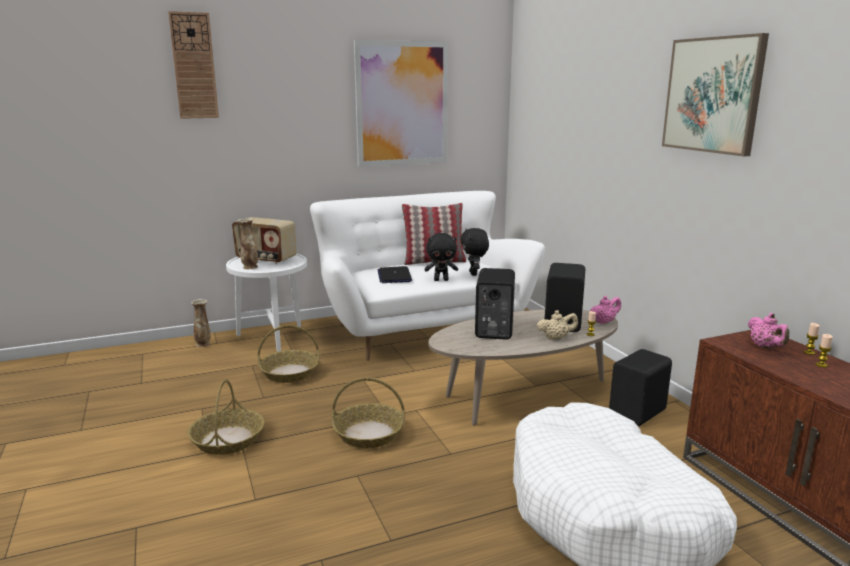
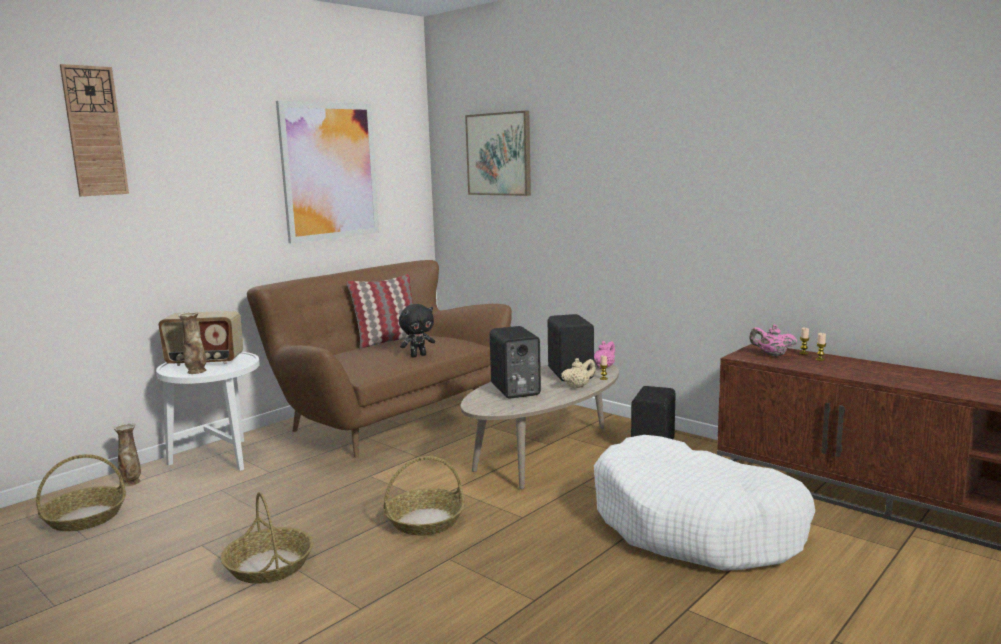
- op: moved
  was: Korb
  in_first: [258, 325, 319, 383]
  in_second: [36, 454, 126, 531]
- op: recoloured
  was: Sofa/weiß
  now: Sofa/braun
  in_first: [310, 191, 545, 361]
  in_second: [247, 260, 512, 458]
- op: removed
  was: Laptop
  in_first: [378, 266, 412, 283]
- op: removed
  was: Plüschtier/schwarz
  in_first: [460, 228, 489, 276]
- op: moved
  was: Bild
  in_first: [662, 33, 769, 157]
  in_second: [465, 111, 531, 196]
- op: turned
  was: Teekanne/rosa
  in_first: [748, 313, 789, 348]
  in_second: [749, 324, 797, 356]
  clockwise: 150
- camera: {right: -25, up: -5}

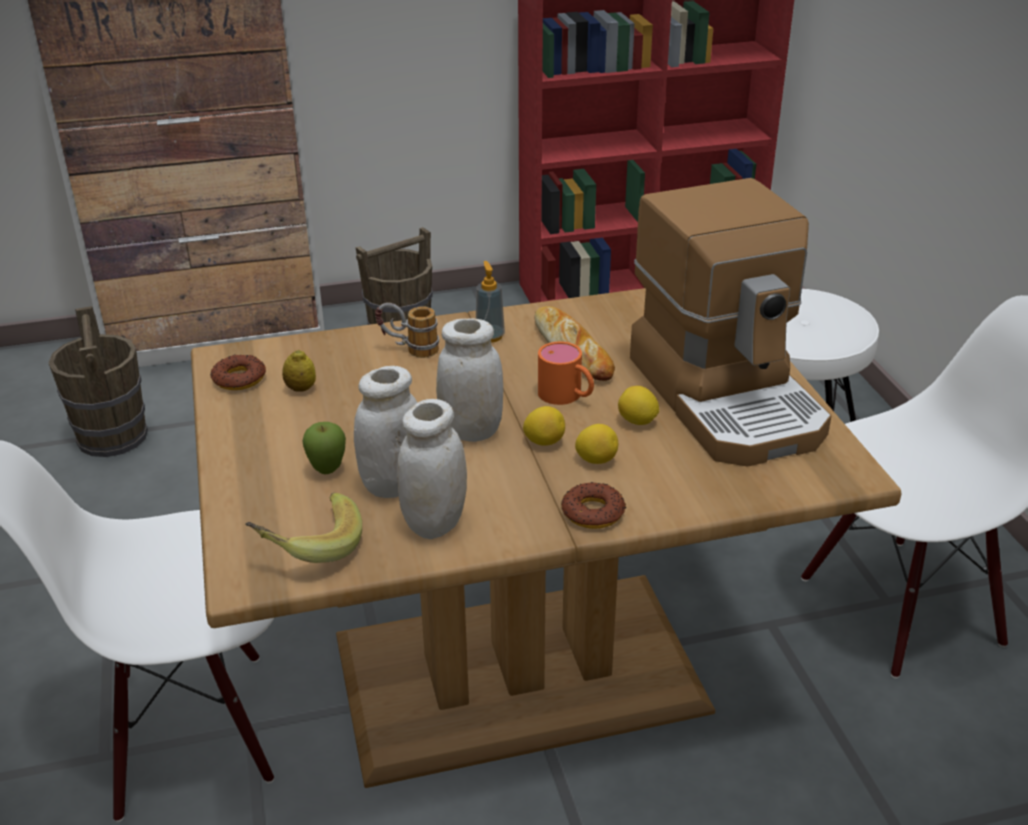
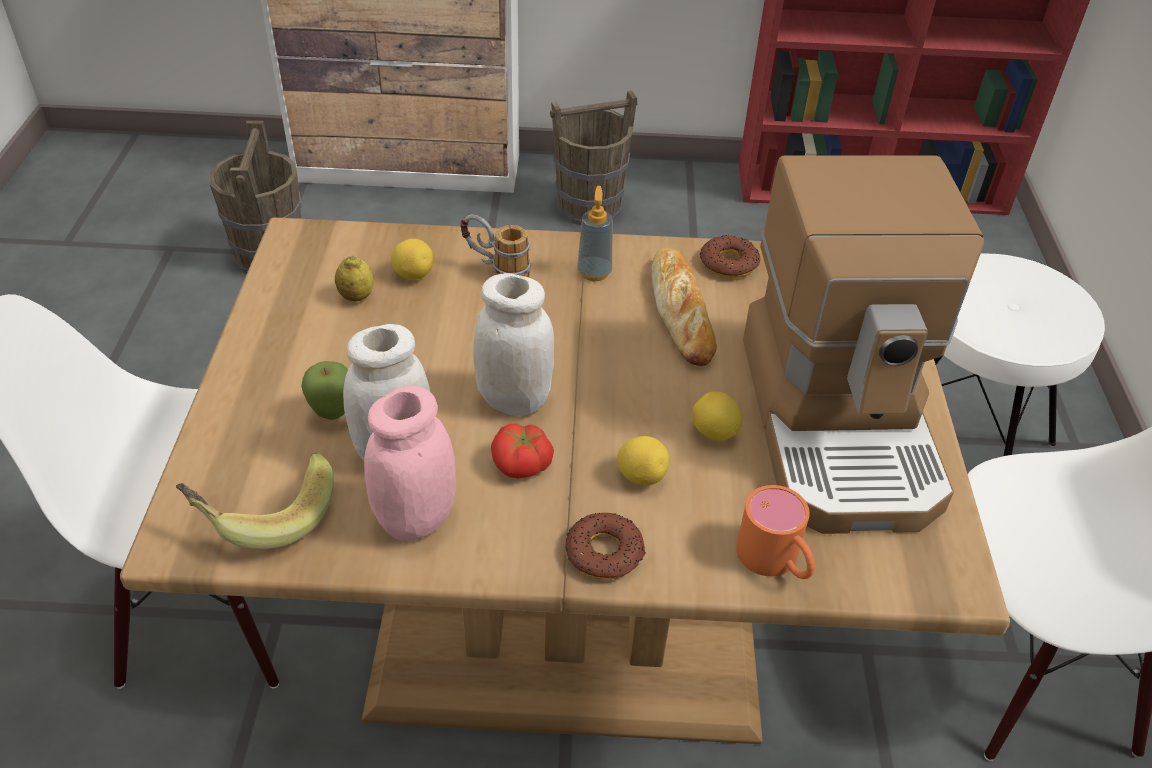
- op: moved
  was: Donut
  in_first: [210, 355, 266, 390]
  in_second: [700, 235, 760, 278]
- op: recoloured
  was: Vorratsglas/weiß
  now: Vorratsglas/rosa
  in_first: [397, 399, 467, 539]
  in_second: [364, 385, 456, 541]
- op: moved
  was: Zitrone
  in_first: [523, 406, 565, 445]
  in_second: [391, 239, 433, 280]
- op: moved
  was: Henkelbecher/orange
  in_first: [538, 342, 594, 405]
  in_second: [736, 485, 815, 579]
- op: added
  now: Tomate
  in_second: [491, 423, 554, 478]
- camera: {right: 15, up: 10}

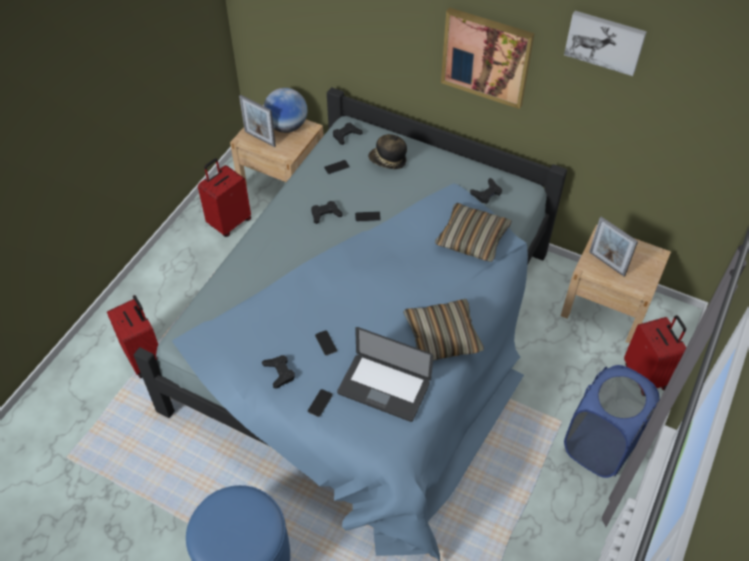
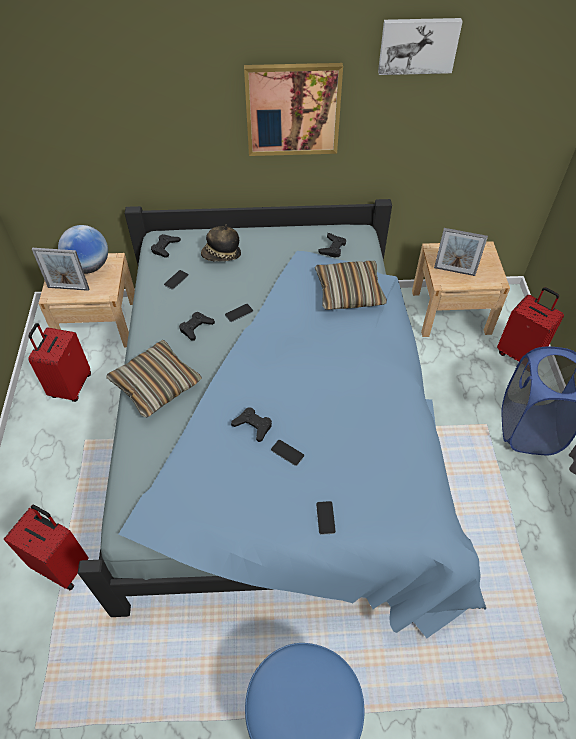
- op: moved
  was: Gamepad/schwarz
  in_first: [262, 355, 295, 388]
  in_second: [231, 407, 272, 442]
- op: removed
  was: Laptop
  in_first: [337, 327, 434, 422]
- op: moved
  was: Kissen
  in_first: [403, 299, 484, 361]
  in_second: [106, 340, 202, 417]
- camera: {right: -30, up: 0}

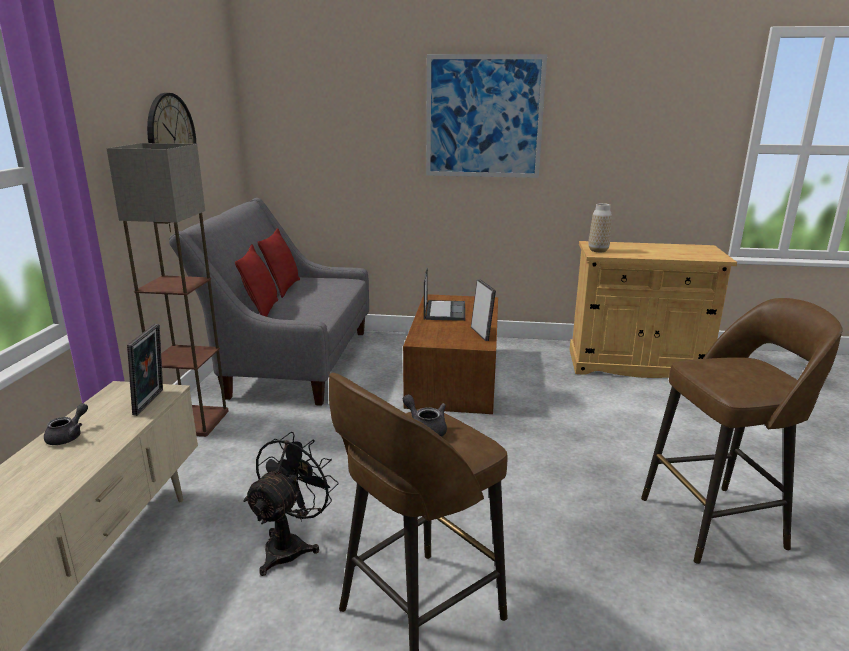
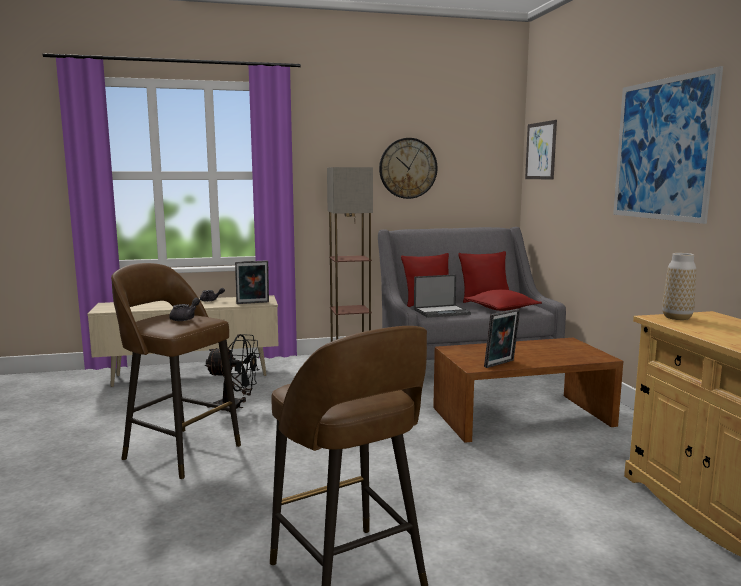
- op: moved
  was: Laptop
  in_first: [424, 267, 465, 321]
  in_second: [414, 274, 471, 318]
- op: added
  now: Kissen/rot
  in_second: [464, 289, 542, 311]
- op: added
  now: Bild
  in_second: [525, 120, 557, 180]
- camera: {right: 70, up: -10}

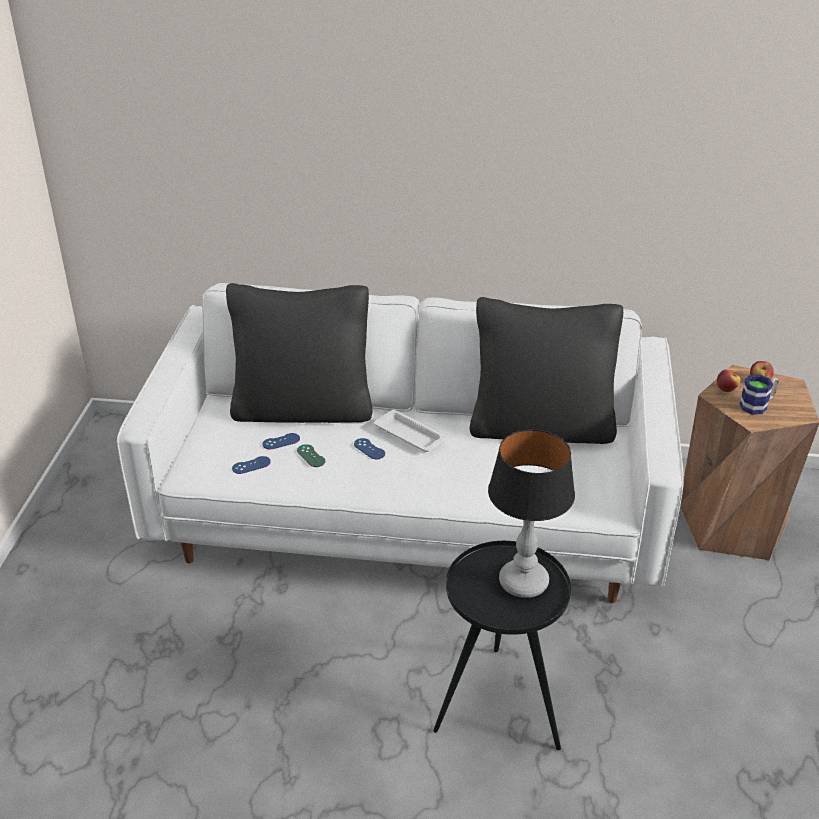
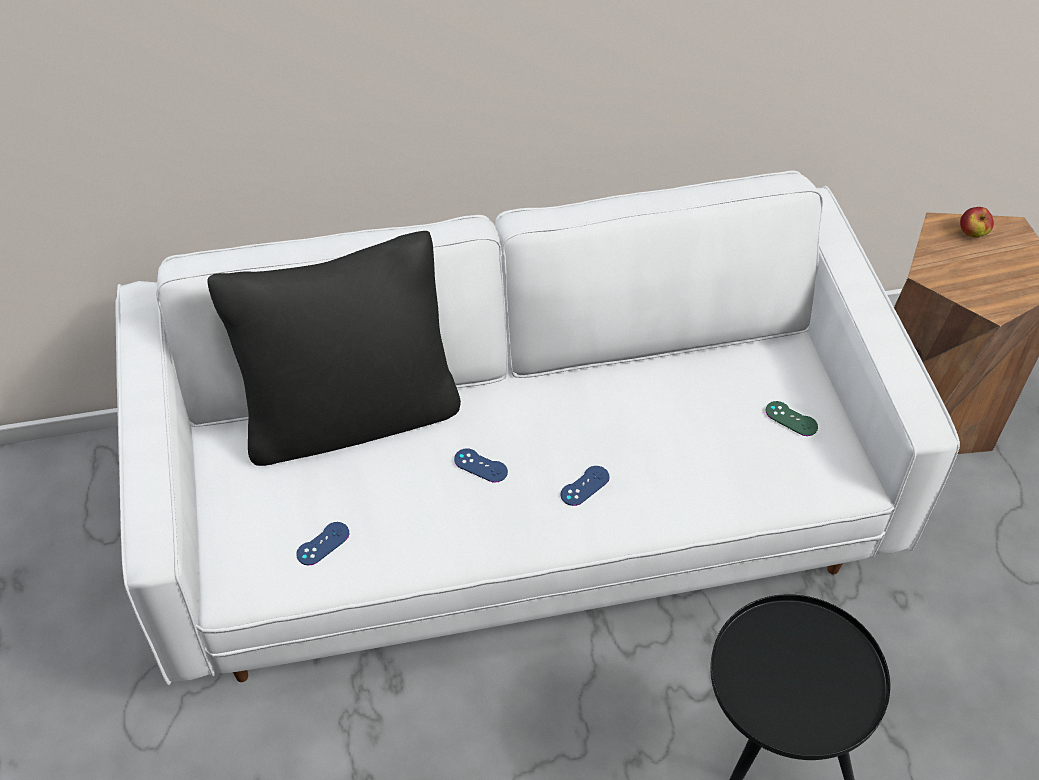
- op: moved
  was: Gamepad/blau
  in_first: [263, 433, 300, 449]
  in_second: [561, 466, 610, 506]
- op: moved
  was: Gamepad/grün
  in_first: [297, 444, 325, 467]
  in_second: [766, 401, 818, 436]
- op: removed
  was: Tablett/weiß
  in_first: [374, 410, 447, 452]
- op: removed
  was: Kissen/schwarz
  in_first: [470, 297, 623, 444]
- op: removed
  was: Tischlampe
  in_first: [488, 429, 575, 598]
- op: removed
  was: Apfel
  in_first: [717, 369, 741, 392]
- op: removed
  was: Henkelbecher
  in_first: [739, 375, 779, 414]
- camera: {right: -20, up: 15}

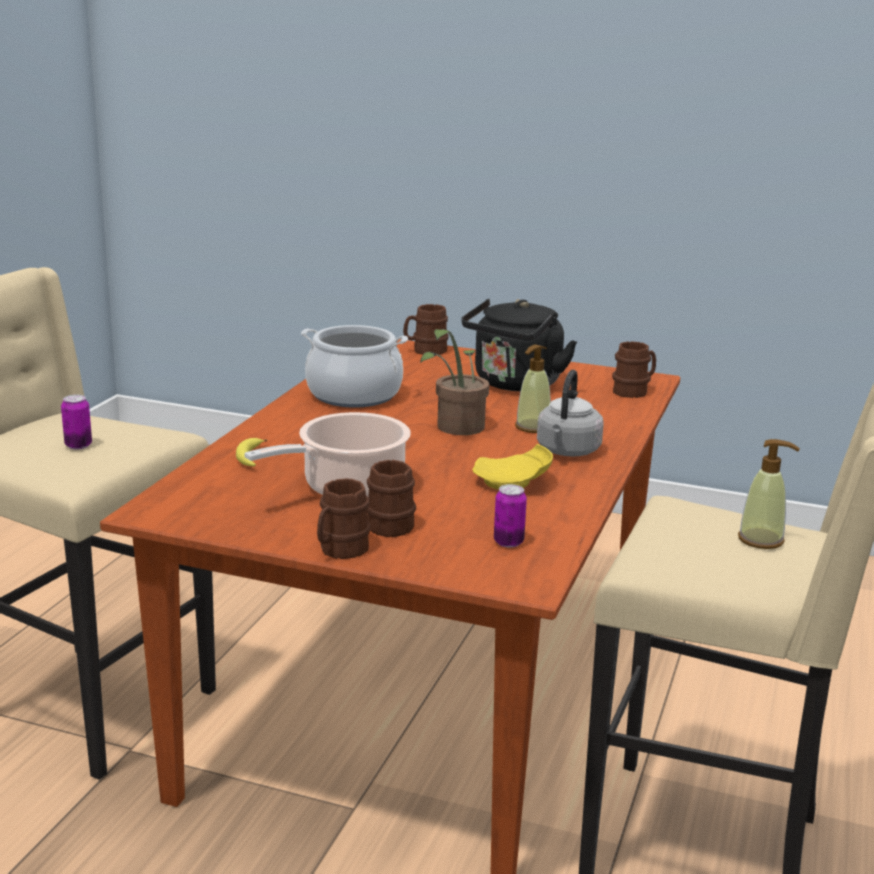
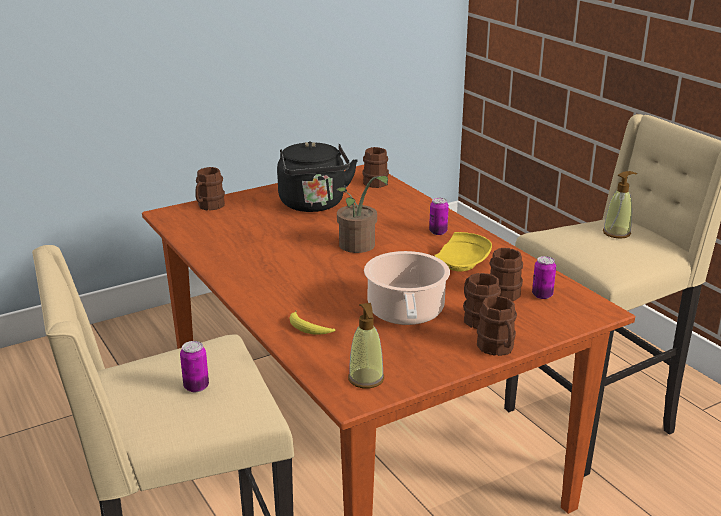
- op: removed
  was: Kochtopf
  in_first: [301, 325, 408, 408]
- op: moved
  was: Seifenspender
  in_first: [515, 344, 551, 433]
  in_second: [348, 303, 384, 388]
- op: replaced
  was: Wasserkessel/grau
  now: Dose
  in_first: [537, 370, 604, 457]
  in_second: [429, 198, 449, 235]
- op: added
  now: Henkelbecher/braun
  in_second: [490, 248, 523, 301]
- camera: {right: -50, up: 5}

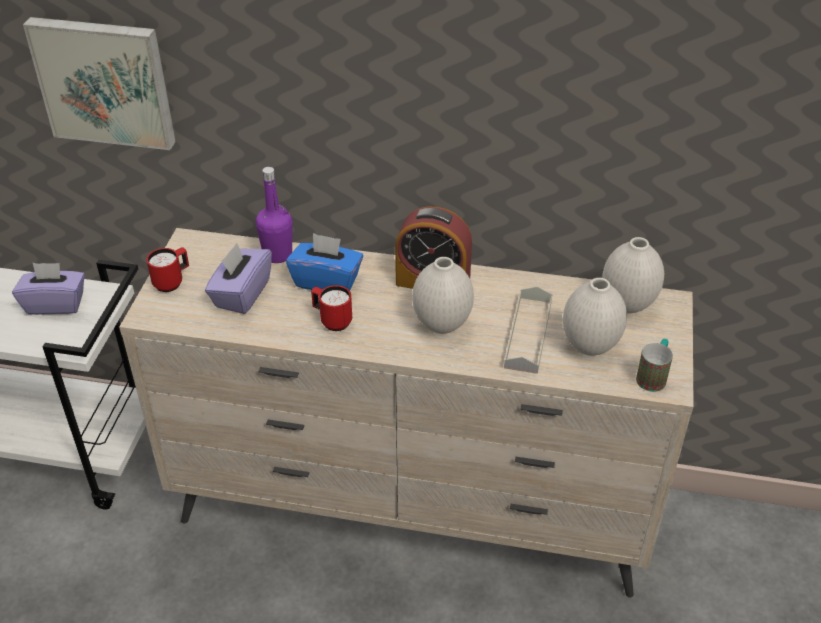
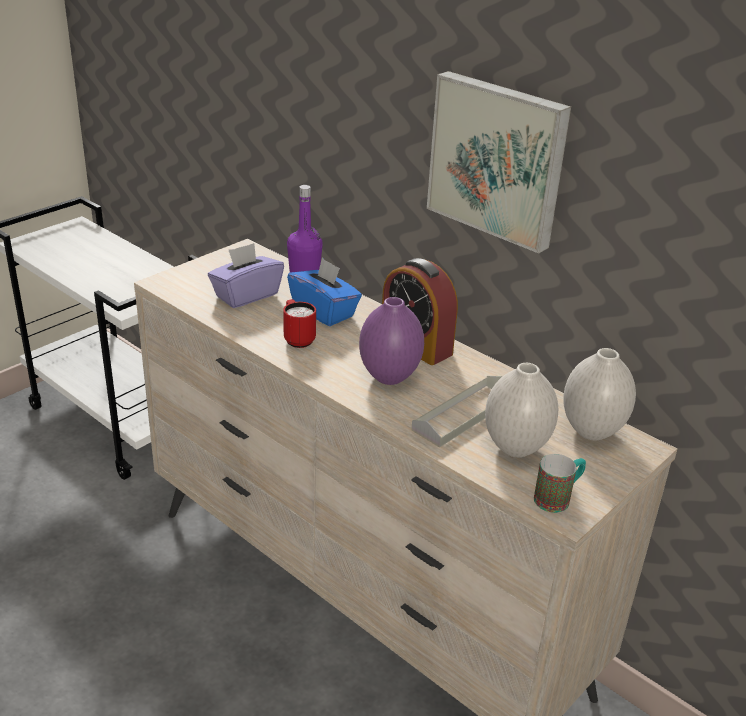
- op: removed
  was: Taschentuchbox/lila
  in_first: [12, 263, 85, 315]
- op: moved
  was: Bild
  in_first: [23, 17, 176, 150]
  in_second: [427, 71, 571, 253]
- op: removed
  was: Henkelbecher/rot
  in_first: [146, 247, 189, 292]
- op: recoloured
  was: Vase/weiß
  now: Vase/lila
  in_first: [412, 257, 474, 334]
  in_second: [359, 297, 424, 385]
- camera: {right: 30, up: -10}

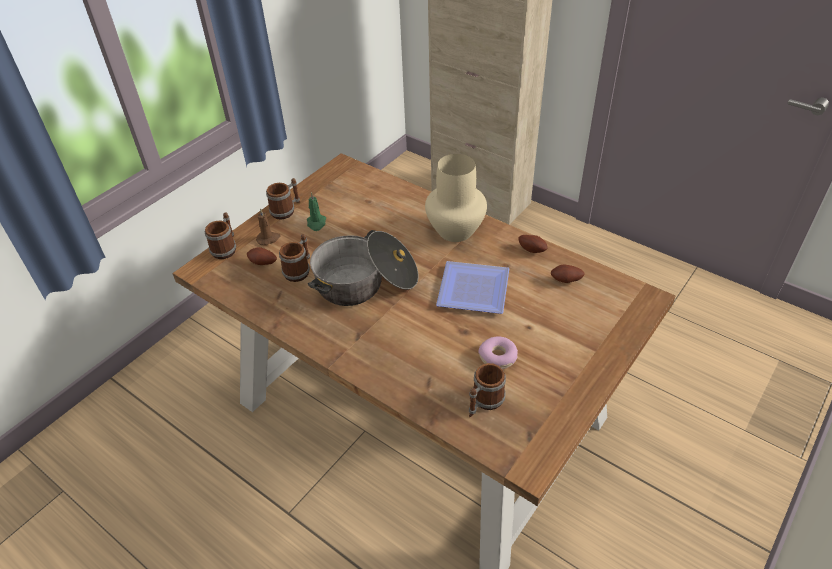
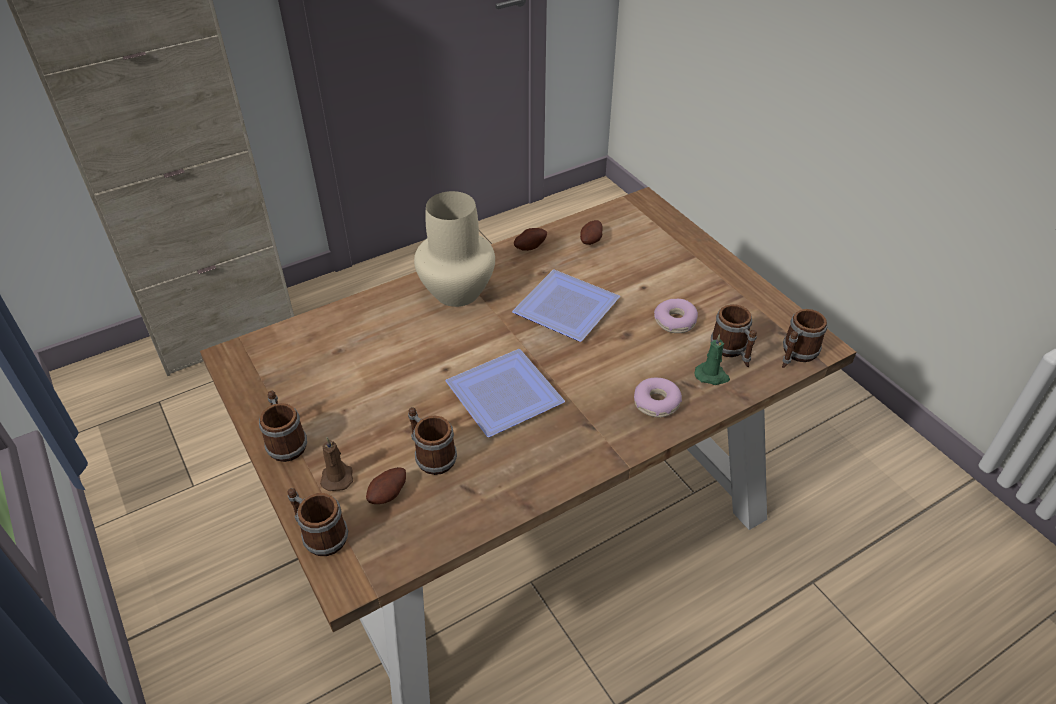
- op: moved
  was: Kerze/grün
  in_first: [307, 192, 326, 231]
  in_second: [694, 334, 730, 385]
- op: replaced
  was: Kochtopf
  now: Teller
  in_first: [308, 230, 419, 306]
  in_second: [445, 349, 565, 437]
- op: added
  now: Donut
  in_second: [634, 378, 682, 417]
- op: added
  now: Henkelbecher
  in_second: [782, 309, 827, 368]
- camera: {right: -70, up: 0}

